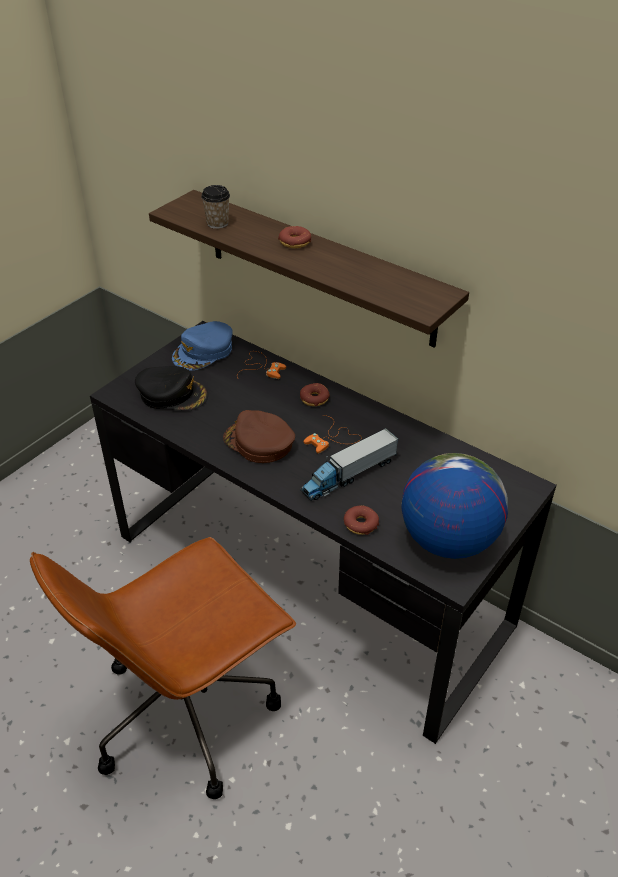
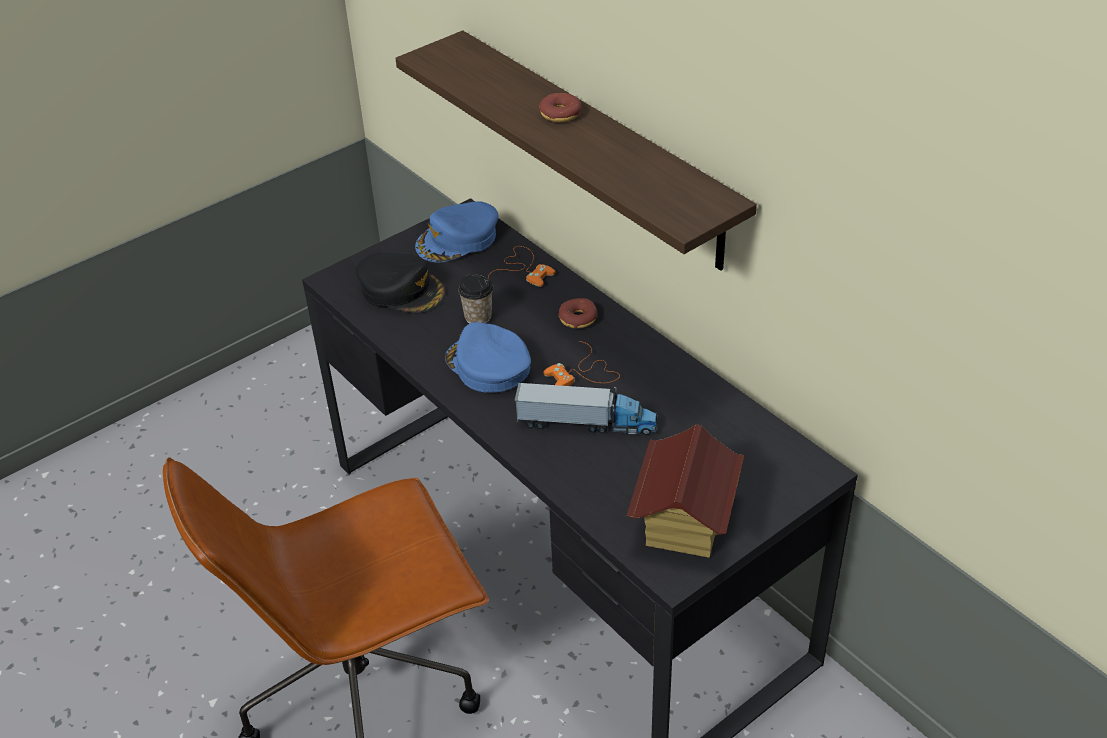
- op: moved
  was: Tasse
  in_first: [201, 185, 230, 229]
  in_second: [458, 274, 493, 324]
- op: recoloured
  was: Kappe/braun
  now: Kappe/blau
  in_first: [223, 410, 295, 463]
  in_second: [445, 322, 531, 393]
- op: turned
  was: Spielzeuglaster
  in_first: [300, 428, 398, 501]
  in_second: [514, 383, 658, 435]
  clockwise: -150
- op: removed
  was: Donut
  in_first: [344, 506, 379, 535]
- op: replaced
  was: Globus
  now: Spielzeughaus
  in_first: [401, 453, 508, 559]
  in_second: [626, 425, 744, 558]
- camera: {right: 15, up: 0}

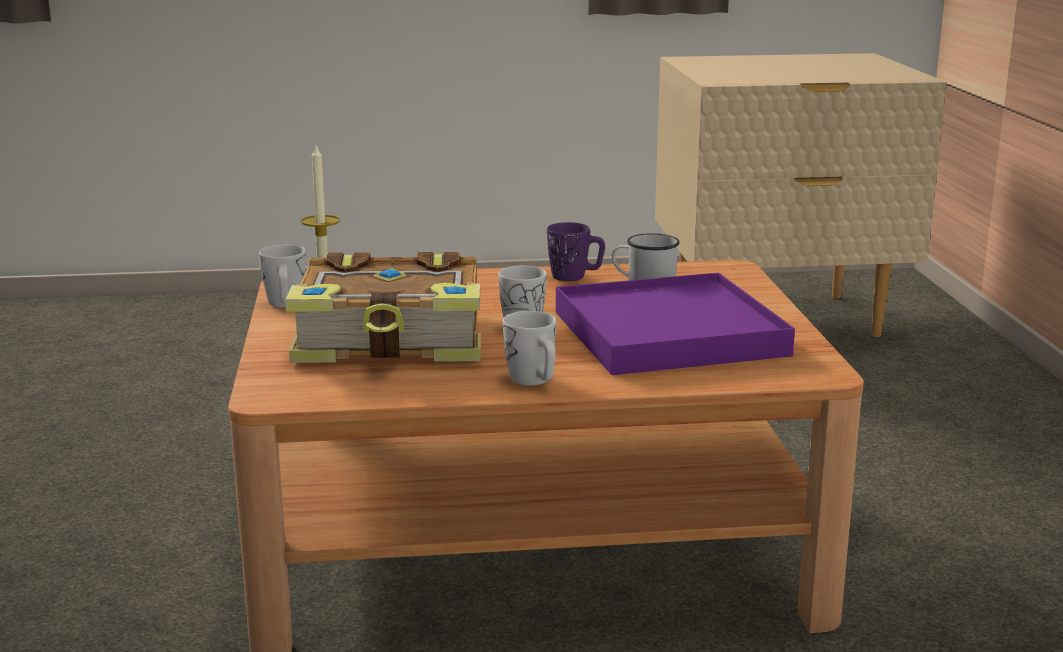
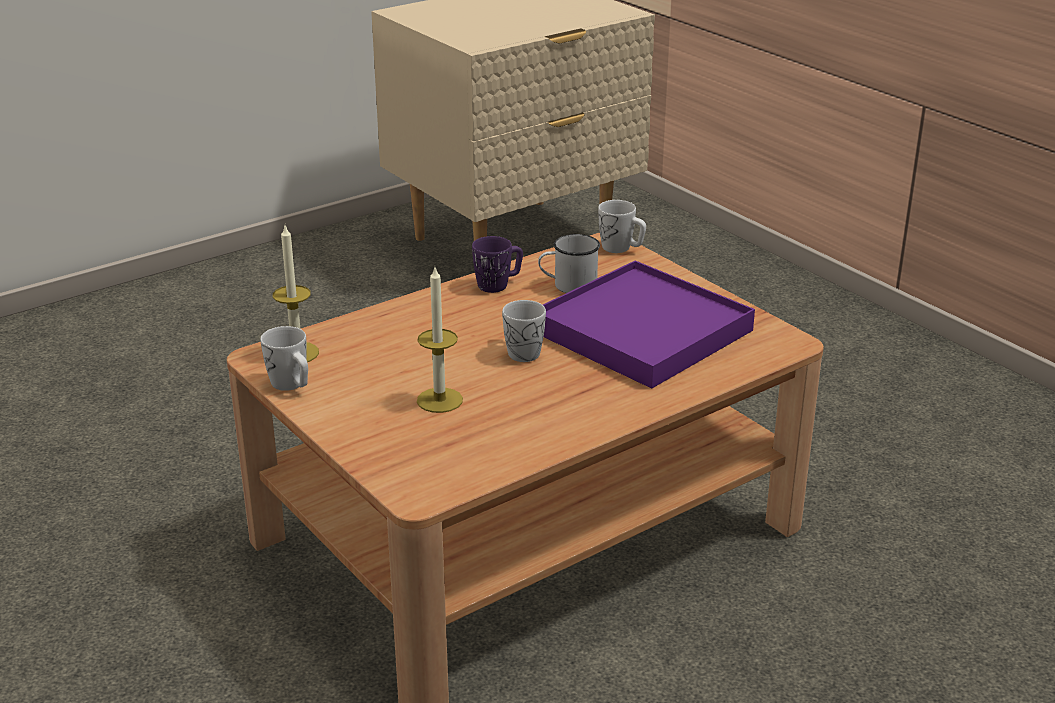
- op: replaced
  was: Buch
  now: Kerze
  in_first: [285, 252, 481, 363]
  in_second: [417, 267, 463, 413]
- op: moved
  was: Henkelbecher/weiß
  in_first: [503, 311, 556, 386]
  in_second: [598, 200, 646, 253]
- camera: {right: -30, up: 10}

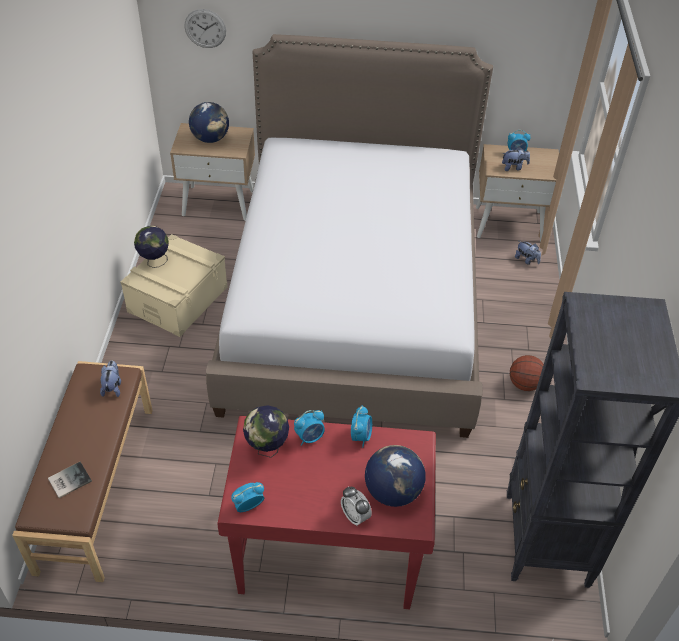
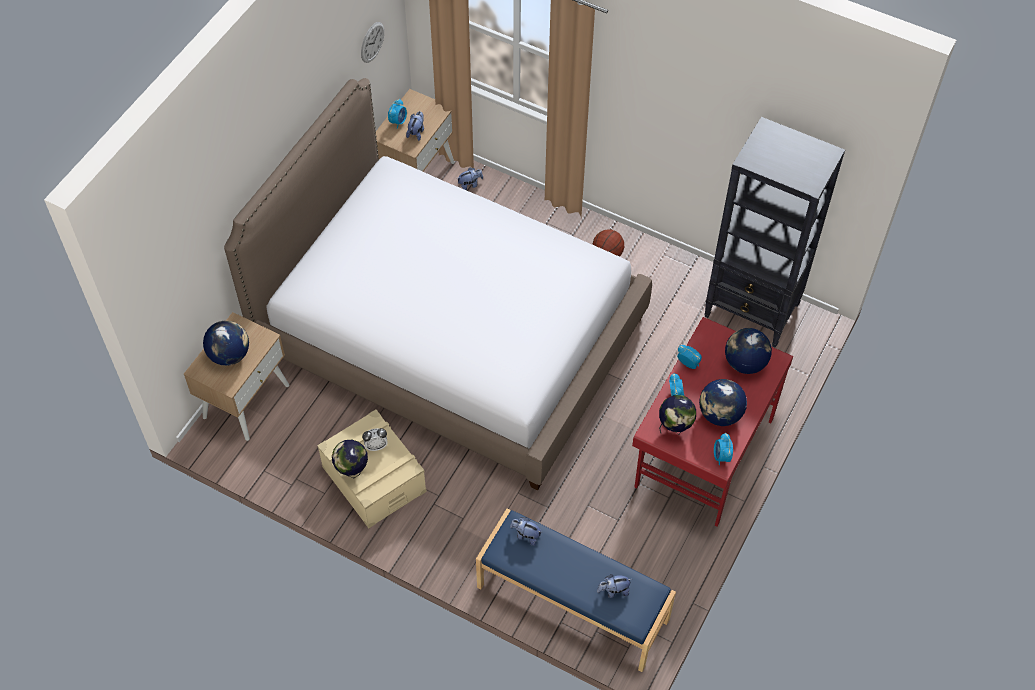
- op: recoloured
  was: Bank/braun
  now: Bank/blau
  in_first: [12, 361, 153, 582]
  in_second: [476, 509, 676, 672]
- op: replaced
  was: Buch
  now: Plüschtier
  in_first: [48, 462, 92, 498]
  in_second: [597, 574, 632, 598]
- op: moved
  was: Wanduhr
  in_first: [185, 9, 226, 48]
  in_second: [361, 22, 384, 63]
- op: moved
  was: Wecker
  in_first: [341, 486, 372, 526]
  in_second: [362, 428, 388, 451]
- op: added
  now: Globus
  in_second: [699, 379, 747, 426]
- camera: {right: -65, up: 10}

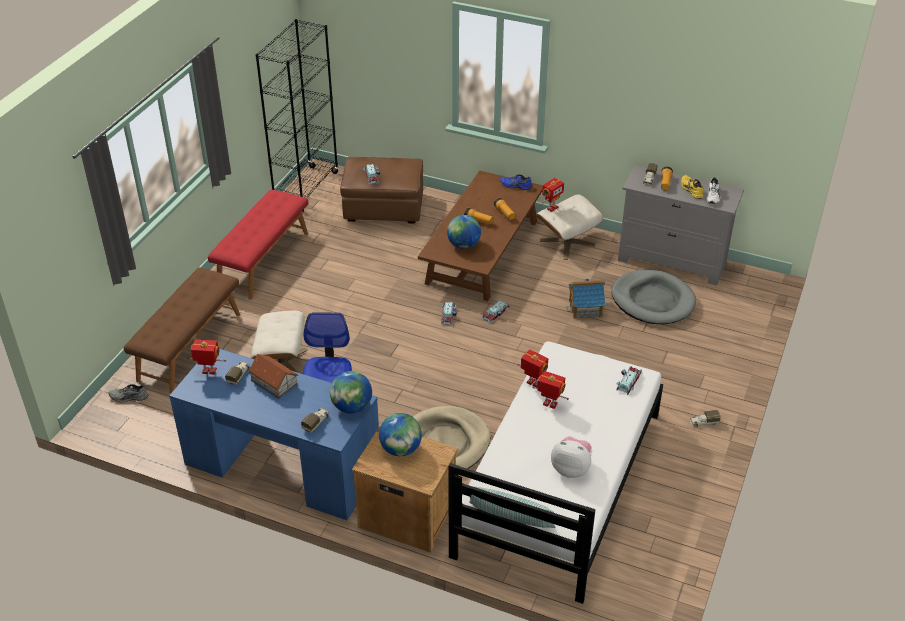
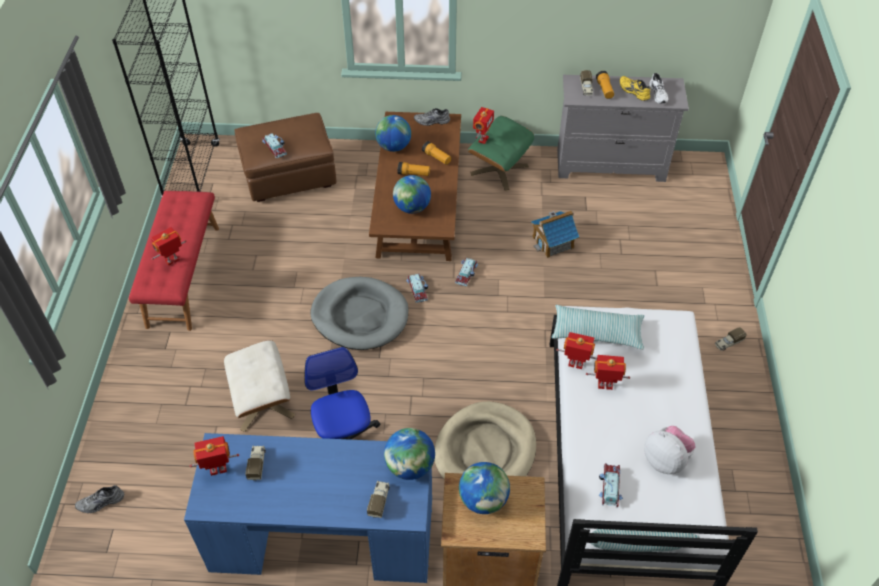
- op: removed
  was: Bank/braun
  in_first: [124, 267, 240, 393]
- op: removed
  was: Spielzeughaus
  in_first: [248, 354, 298, 399]
- op: recoloured
  was: Schuh/blau
  now: Schuh/grau
  in_first: [500, 174, 532, 190]
  in_second: [414, 108, 450, 126]
- op: recoloured
  was: Polsterhocker/beige
  now: Polsterhocker/grün
  in_first: [536, 194, 603, 260]
  in_second: [468, 116, 534, 190]
- op: turned
  was: Plüschtier
  in_first: [551, 436, 592, 478]
  in_second: [644, 426, 695, 474]
  clockwise: 45
- op: moved
  was: Hundebett/grau
  in_first: [611, 270, 696, 324]
  in_second: [310, 277, 408, 350]
- op: moved
  was: Spielzeugauto
  in_first: [616, 366, 642, 395]
  in_second: [599, 463, 623, 508]
- op: added
  now: Spielzeugroboter
  in_second: [151, 227, 187, 265]
- op: added
  now: Globus
  in_second: [375, 115, 411, 152]
- op: added
  now: Kissen
  in_second: [552, 305, 644, 349]
- camera: {right: -20, up: 10}

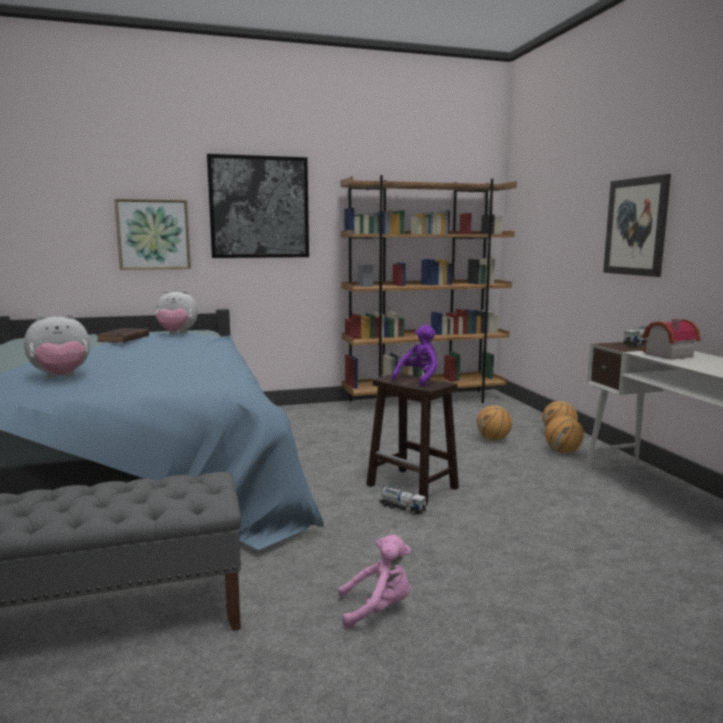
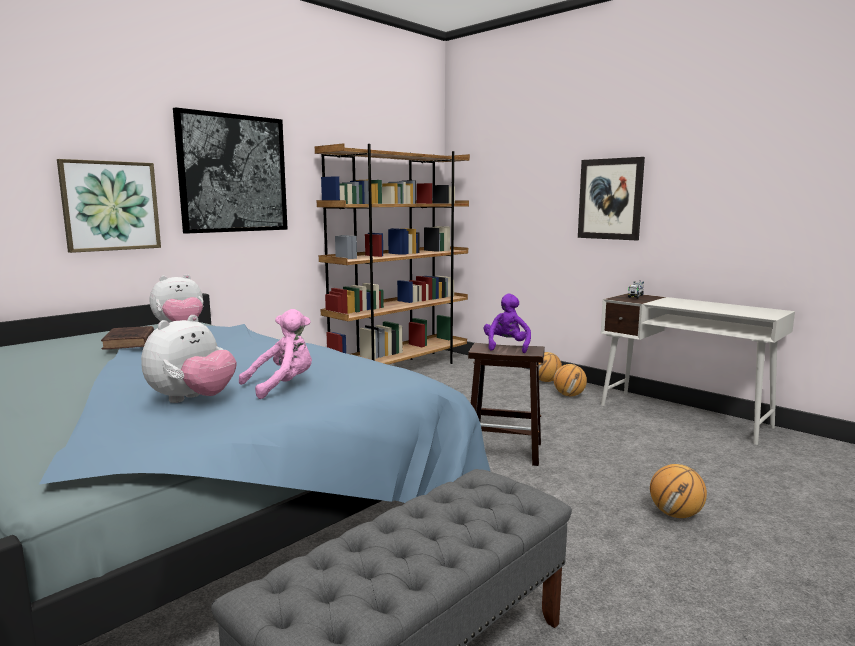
- op: moved
  was: Plüschtier/rosa
  in_first: [338, 535, 411, 629]
  in_second: [239, 309, 312, 399]
- op: removed
  was: Spielzeuglaster
  in_first: [379, 484, 426, 515]
- op: moved
  was: Basketball
  in_first: [477, 405, 512, 440]
  in_second: [650, 464, 707, 518]
- op: removed
  was: Spielzeughaus
  in_first: [642, 319, 700, 360]
- camera: {right: -30, up: 0}

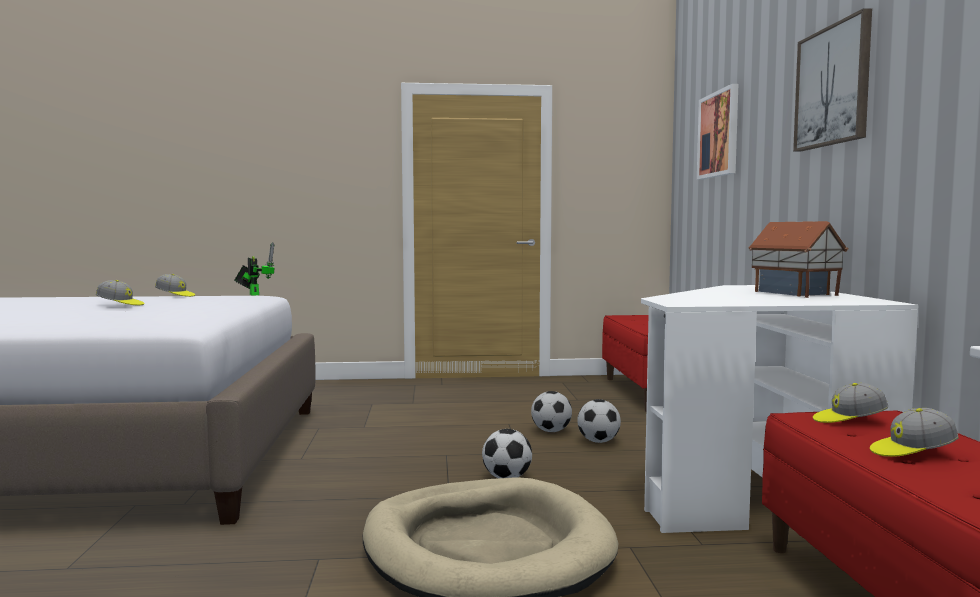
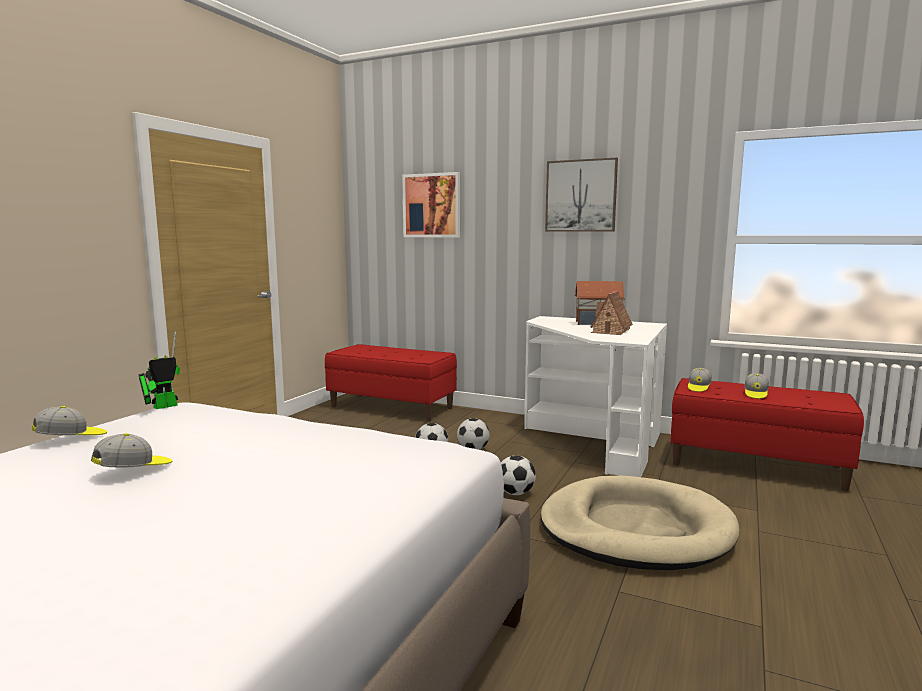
- op: turned
  was: Spielzeugroboter
  in_first: [234, 242, 275, 296]
  in_second: [138, 332, 180, 409]
  clockwise: -45
- op: added
  now: Spielzeughaus
  in_second: [591, 291, 633, 335]
- camera: {right: -60, up: 5}

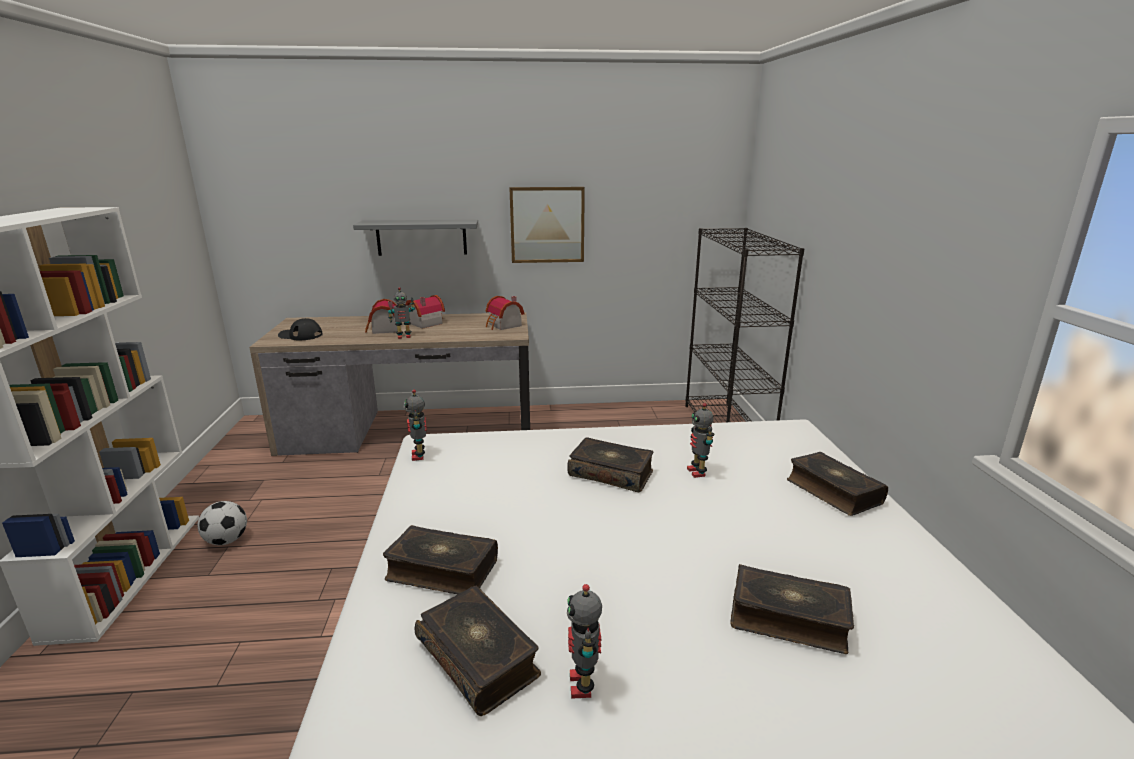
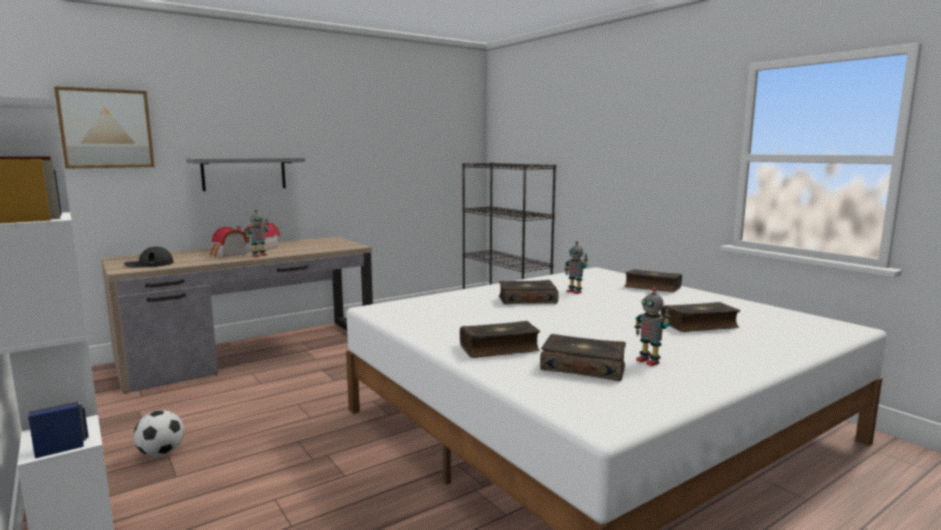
- op: removed
  was: Spielzeugroboter
  in_first: [405, 389, 427, 461]
- op: removed
  was: Spielzeughaus
  in_first: [486, 296, 525, 330]
- op: moved
  was: Bild
  in_first: [509, 187, 585, 263]
  in_second: [54, 86, 155, 169]
- camera: {right: -30, up: -10}

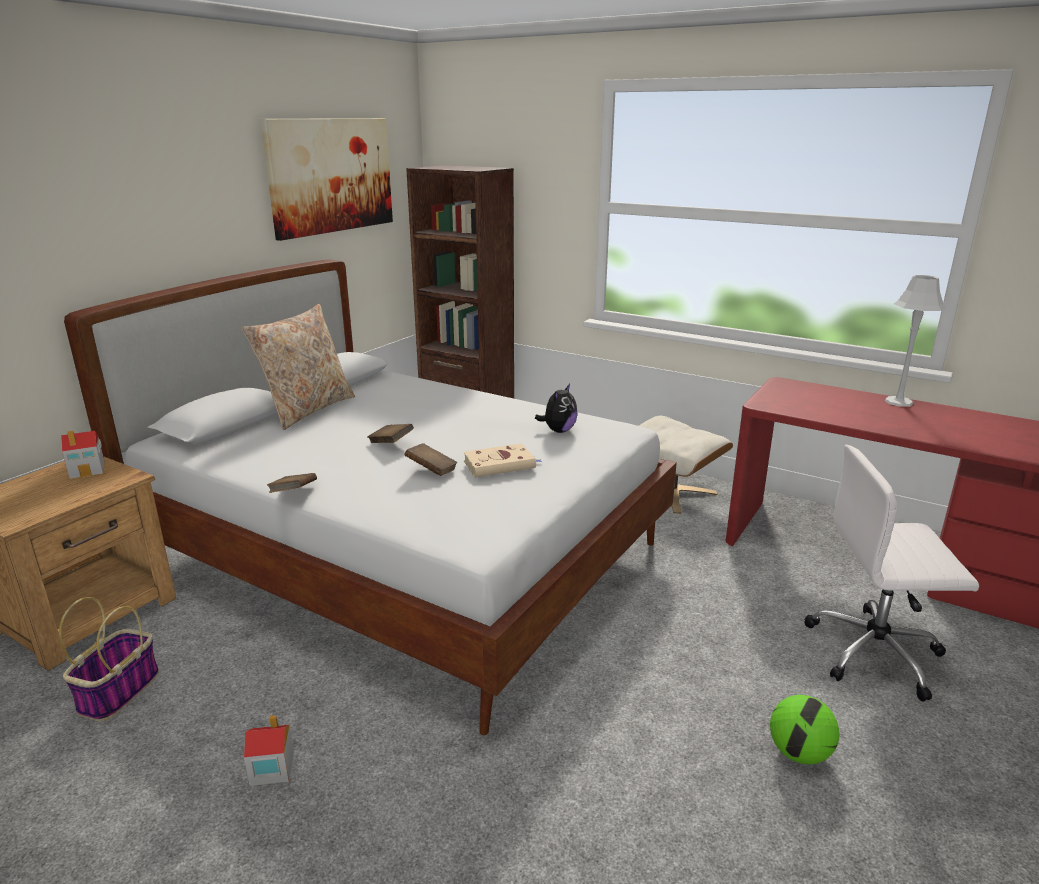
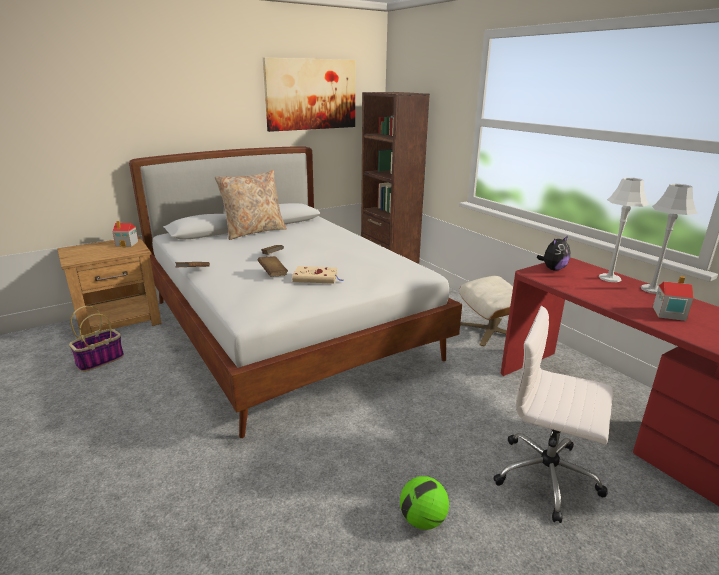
- op: moved
  was: Spielzeughaus
  in_first: [244, 715, 294, 786]
  in_second: [653, 276, 694, 321]
- op: moved
  was: Plüschtier
  in_first: [535, 384, 577, 433]
  in_second: [537, 236, 570, 271]
- op: added
  now: Tischlampe/weiß
  in_second: [598, 177, 649, 282]
- camera: {right: 25, up: 0}

